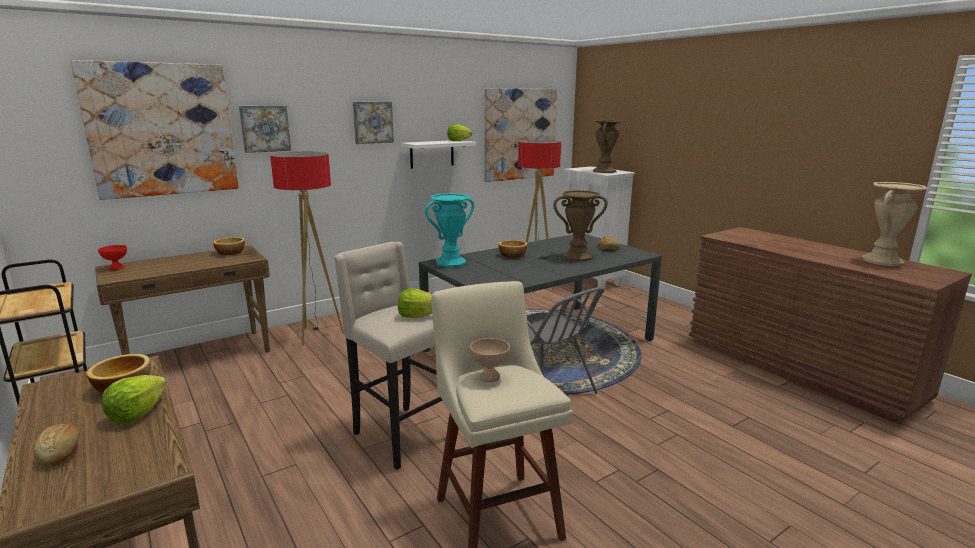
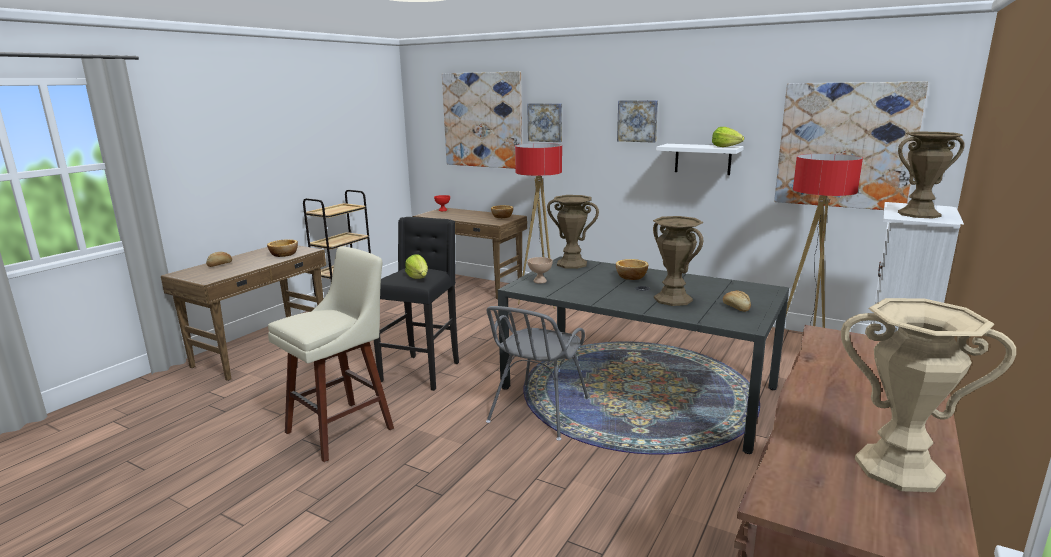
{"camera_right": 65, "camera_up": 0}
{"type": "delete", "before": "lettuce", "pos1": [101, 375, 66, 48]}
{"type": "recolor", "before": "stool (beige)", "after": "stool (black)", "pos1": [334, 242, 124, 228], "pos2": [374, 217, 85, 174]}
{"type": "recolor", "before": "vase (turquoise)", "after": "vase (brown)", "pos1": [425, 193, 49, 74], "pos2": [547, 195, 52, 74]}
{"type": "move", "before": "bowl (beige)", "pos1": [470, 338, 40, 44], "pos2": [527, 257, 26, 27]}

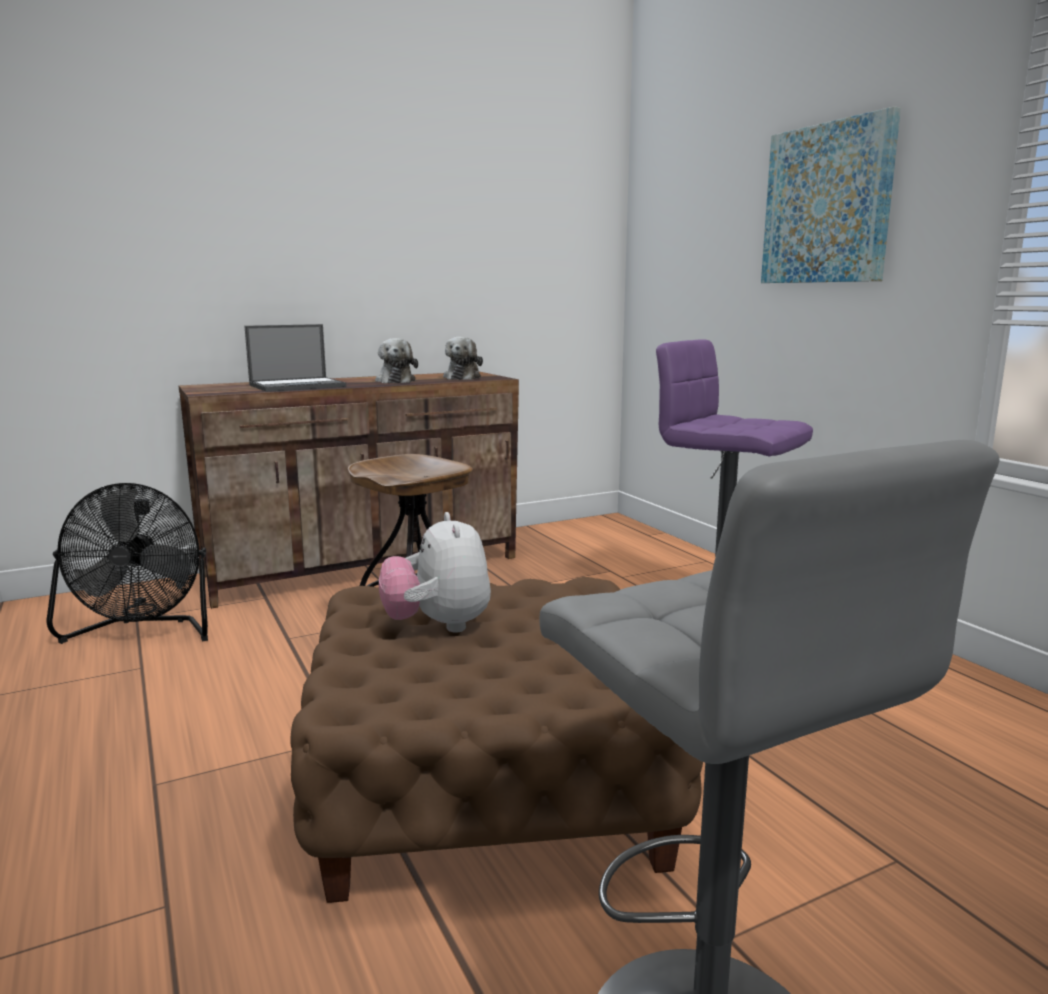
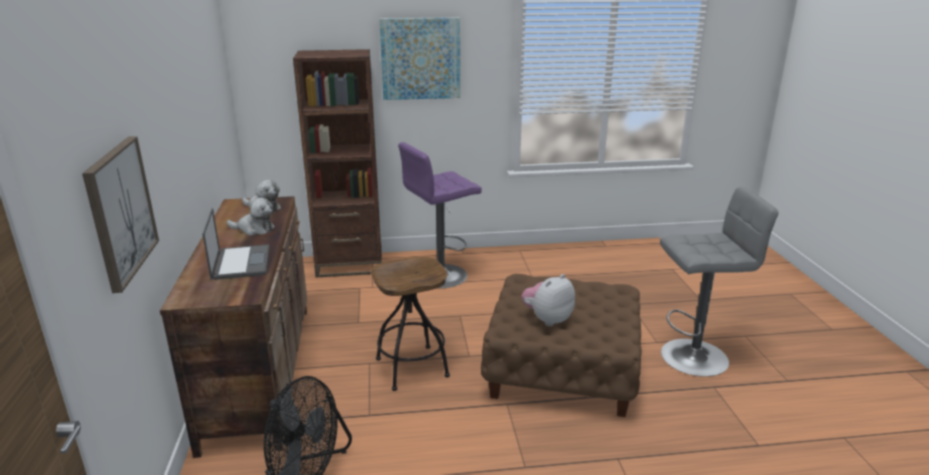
{"camera_right": -70, "camera_up": 10}
{"type": "rotate", "before": "plush toy", "pos1": [379, 512, 112, 121], "pos2": [521, 274, 54, 52], "turn": 135}
{"type": "insert", "after": "picture", "pos2": [82, 136, 77, 157]}
{"type": "insert", "after": "bookcase (brown)", "pos2": [293, 49, 89, 228]}

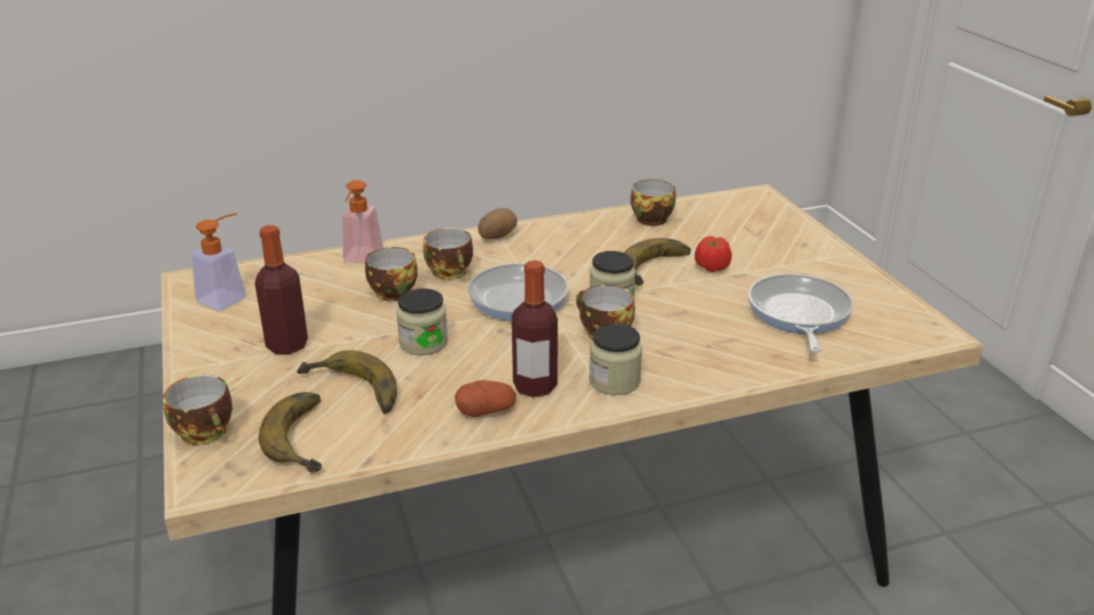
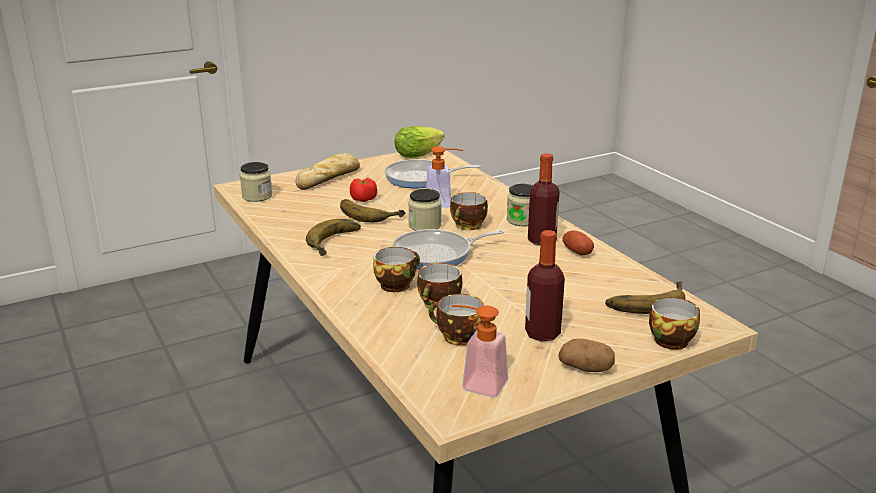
{"camera_right": -100, "camera_up": -5}
{"type": "move", "before": "banana", "pos1": [297, 350, 100, 64], "pos2": [306, 219, 55, 37]}
{"type": "move", "before": "soap dispenser", "pos1": [342, 180, 42, 83], "pos2": [426, 146, 37, 61]}
{"type": "move", "before": "jar", "pos1": [396, 288, 52, 67], "pos2": [240, 162, 32, 40]}
{"type": "move", "before": "potato", "pos1": [478, 208, 39, 31], "pos2": [559, 339, 56, 33]}
{"type": "move", "before": "cup", "pos1": [631, 179, 45, 47], "pos2": [428, 294, 56, 52]}
{"type": "insert", "after": "bread", "pos2": [295, 153, 65, 37]}
{"type": "insert", "after": "lettuce", "pos2": [395, 126, 49, 32]}

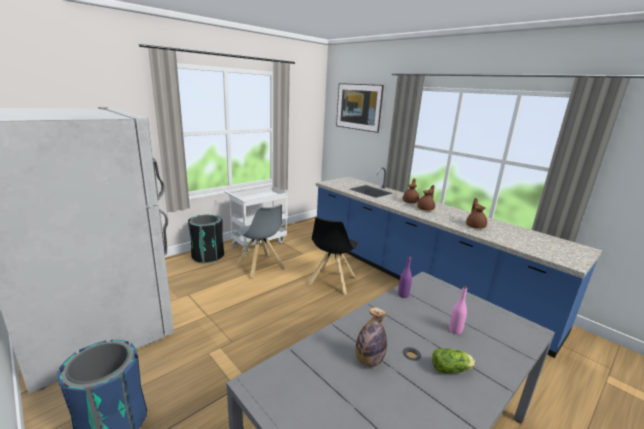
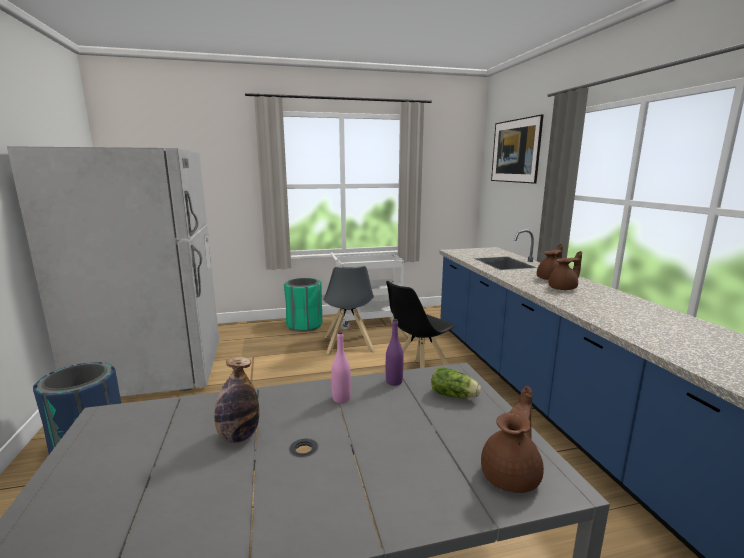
{"camera_right": 30, "camera_up": -5}
{"type": "recolor", "before": "trash can (black)", "after": "trash can (green)", "pos1": [188, 215, 36, 48], "pos2": [284, 278, 39, 54]}
{"type": "move", "before": "lettuce", "pos1": [432, 348, 43, 25], "pos2": [431, 367, 50, 31]}
{"type": "move", "before": "bottle (pink)", "pos1": [449, 286, 18, 48], "pos2": [331, 331, 20, 72]}
{"type": "move", "before": "teapot (brown)", "pos1": [466, 198, 21, 31], "pos2": [481, 386, 63, 107]}

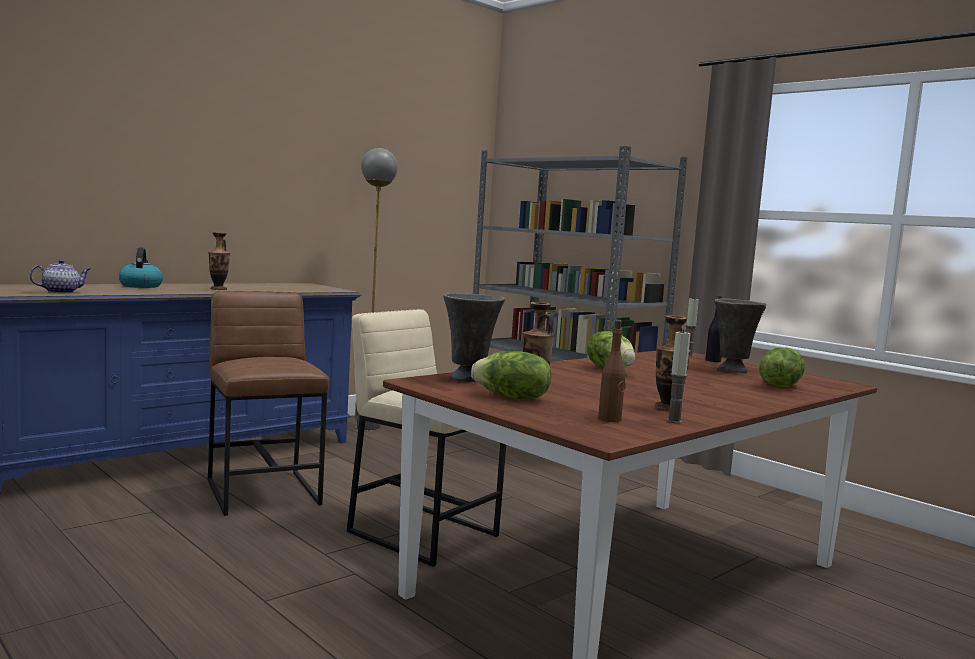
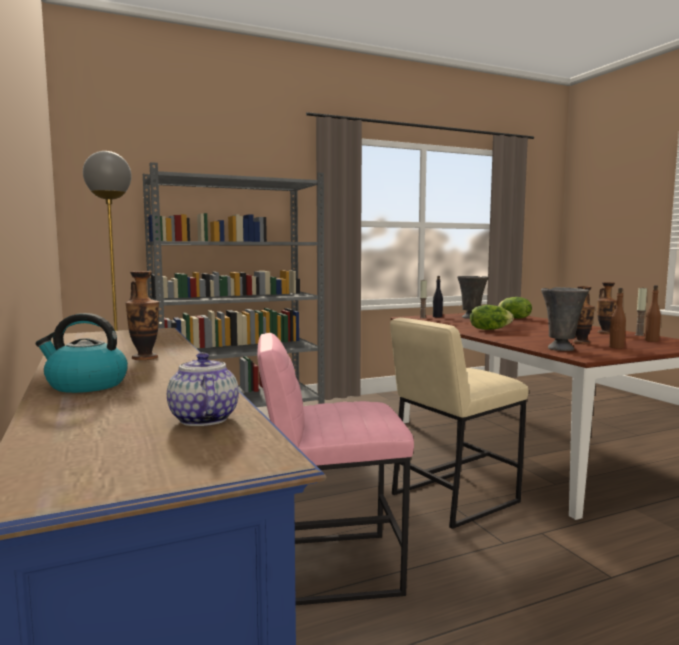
{"camera_right": -70, "camera_up": 0}
{"type": "recolor", "before": "chair (brown)", "after": "chair (pink)", "pos1": [208, 291, 121, 225], "pos2": [257, 333, 157, 272]}
{"type": "replace", "before": "lettuce", "after": "bottle (brown)", "pos1": [471, 351, 80, 48], "pos2": [609, 288, 17, 60]}

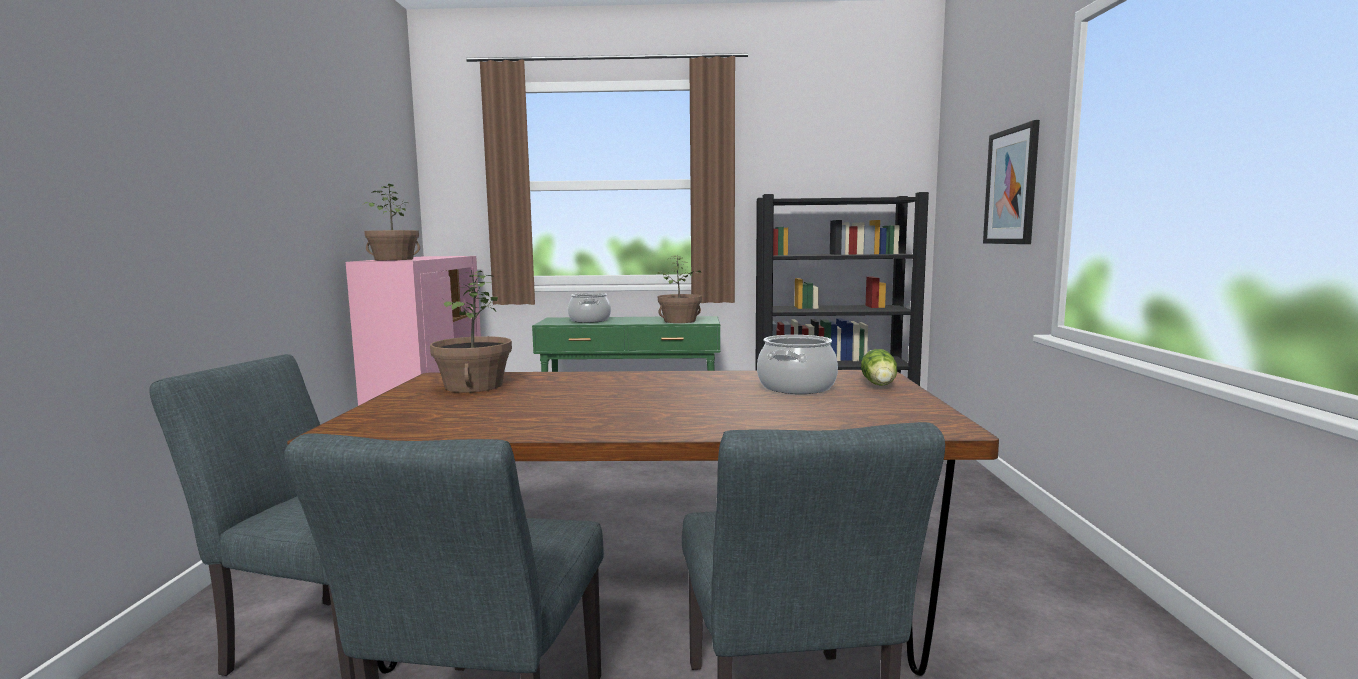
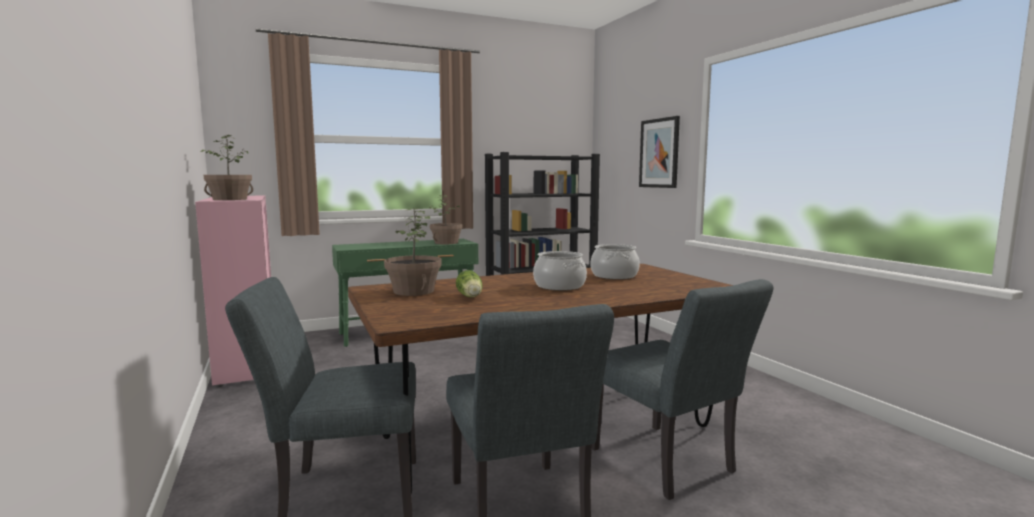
{"camera_right": -25, "camera_up": 0}
{"type": "move", "before": "cooking pot", "pos1": [568, 293, 43, 30], "pos2": [533, 251, 54, 39]}
{"type": "move", "before": "lettuce", "pos1": [861, 349, 36, 37], "pos2": [456, 270, 27, 28]}

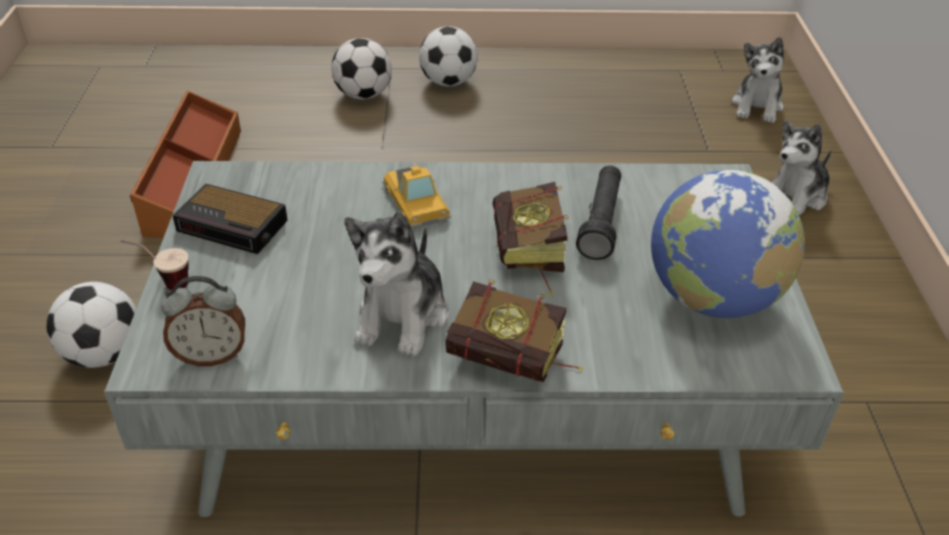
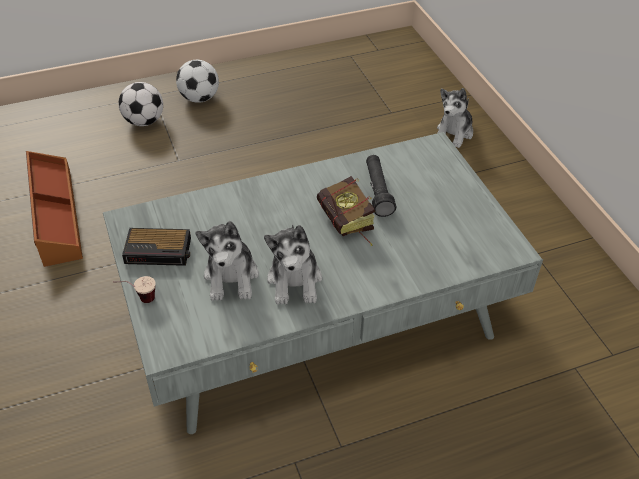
{"camera_right": -20, "camera_up": 5}
{"type": "delete", "before": "football", "pos1": [47, 282, 89, 86]}
{"type": "delete", "before": "alarm clock", "pos1": [161, 276, 84, 90]}
{"type": "delete", "before": "toy car", "pos1": [383, 165, 68, 63]}
{"type": "delete", "before": "book", "pos1": [445, 279, 138, 103]}
{"type": "delete", "before": "globe", "pos1": [651, 170, 154, 148]}
{"type": "move", "before": "plush toy", "pos1": [732, 37, 52, 86], "pos2": [195, 221, 64, 80]}

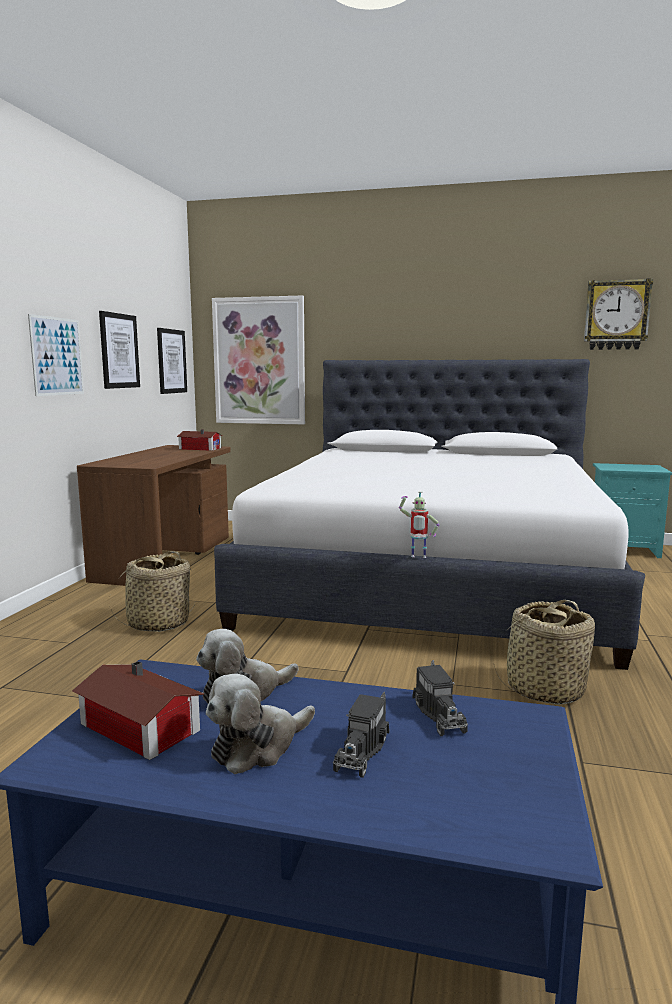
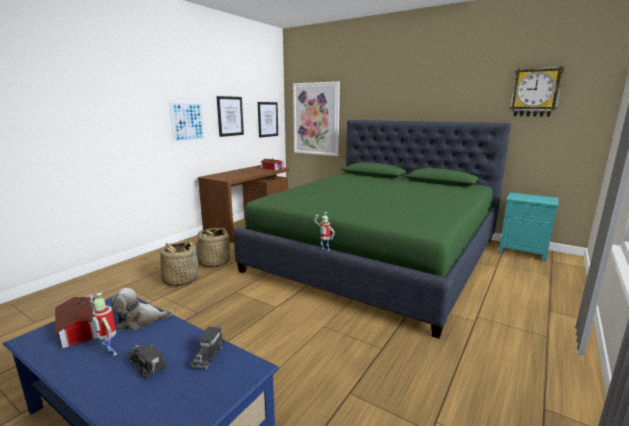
{"camera_right": 20, "camera_up": 5}
{"type": "replace", "before": "plush toy", "after": "toy robot", "pos1": [206, 674, 109, 100], "pos2": [86, 292, 31, 63]}
{"type": "recolor", "before": "bed (white)", "after": "bed (green)", "pos1": [214, 359, 431, 311], "pos2": [233, 120, 278, 219]}
{"type": "rotate", "before": "toy truck", "pos1": [333, 692, 56, 86], "pos2": [129, 345, 38, 34], "turn": 90}
{"type": "move", "before": "basket", "pos1": [494, 600, 101, 105], "pos2": [155, 241, 46, 45]}

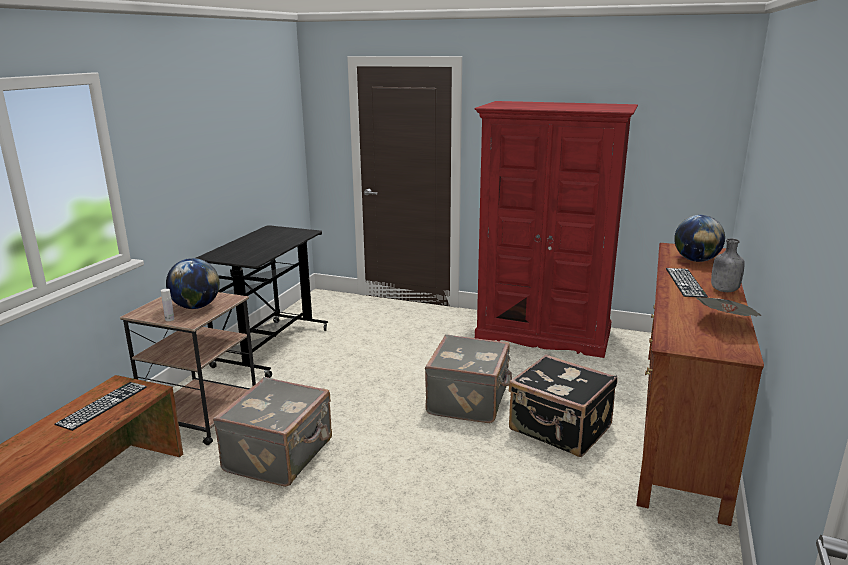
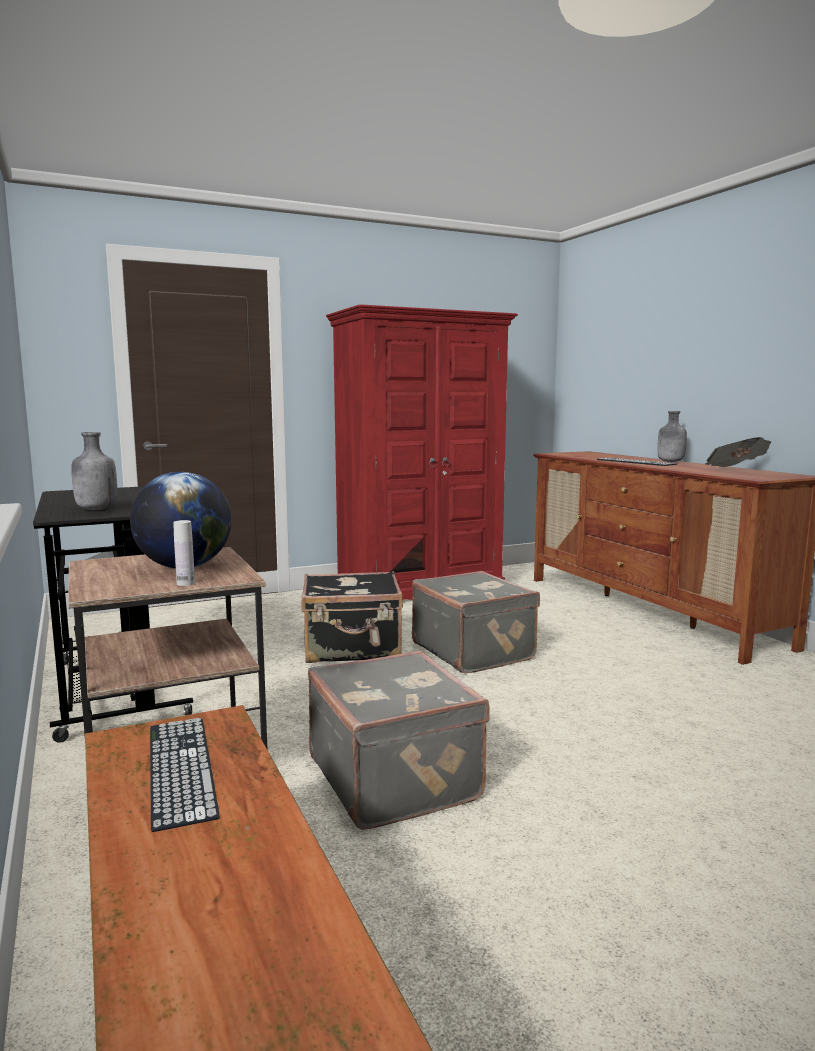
{"camera_right": -45, "camera_up": -10}
{"type": "move", "before": "suitcase (black)", "pos1": [509, 354, 108, 103], "pos2": [301, 571, 102, 92]}
{"type": "delete", "before": "globe", "pos1": [674, 215, 51, 47]}
{"type": "insert", "after": "bottle (grey)", "pos2": [71, 432, 46, 78]}

